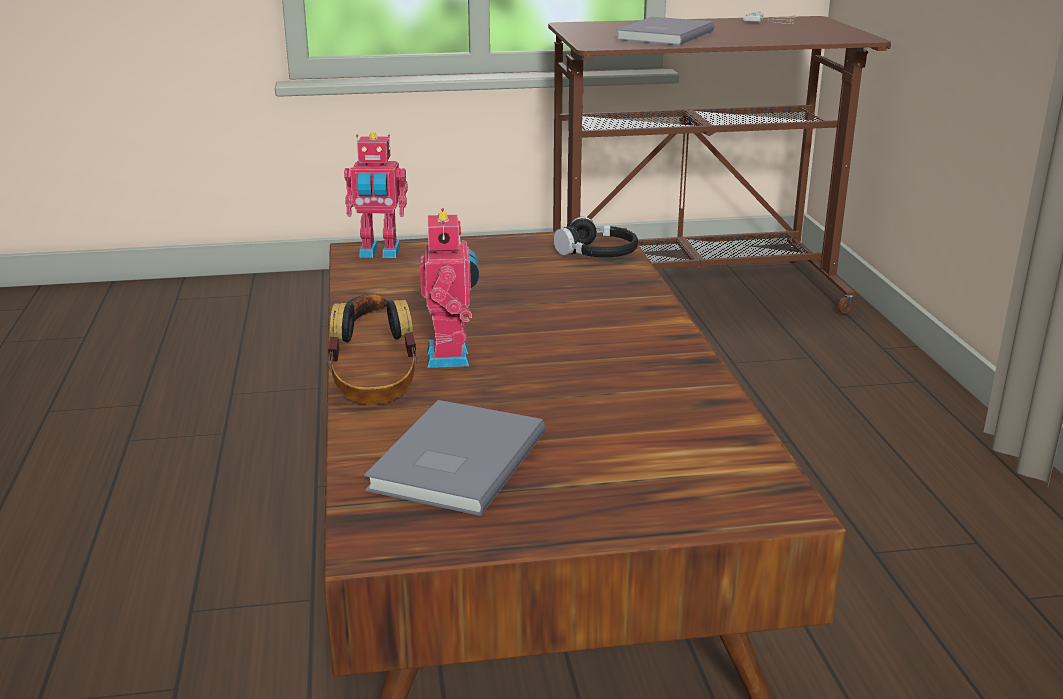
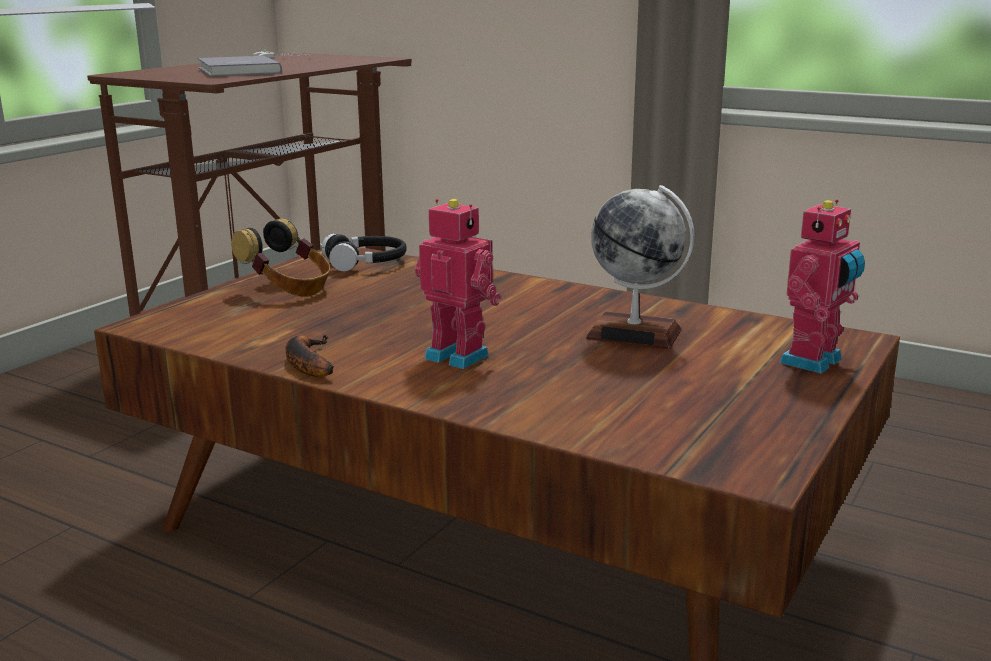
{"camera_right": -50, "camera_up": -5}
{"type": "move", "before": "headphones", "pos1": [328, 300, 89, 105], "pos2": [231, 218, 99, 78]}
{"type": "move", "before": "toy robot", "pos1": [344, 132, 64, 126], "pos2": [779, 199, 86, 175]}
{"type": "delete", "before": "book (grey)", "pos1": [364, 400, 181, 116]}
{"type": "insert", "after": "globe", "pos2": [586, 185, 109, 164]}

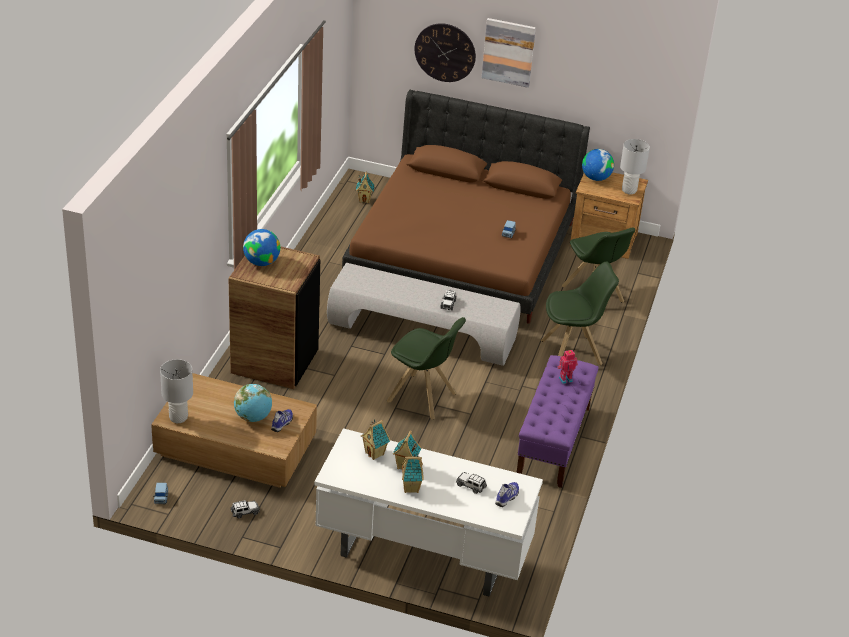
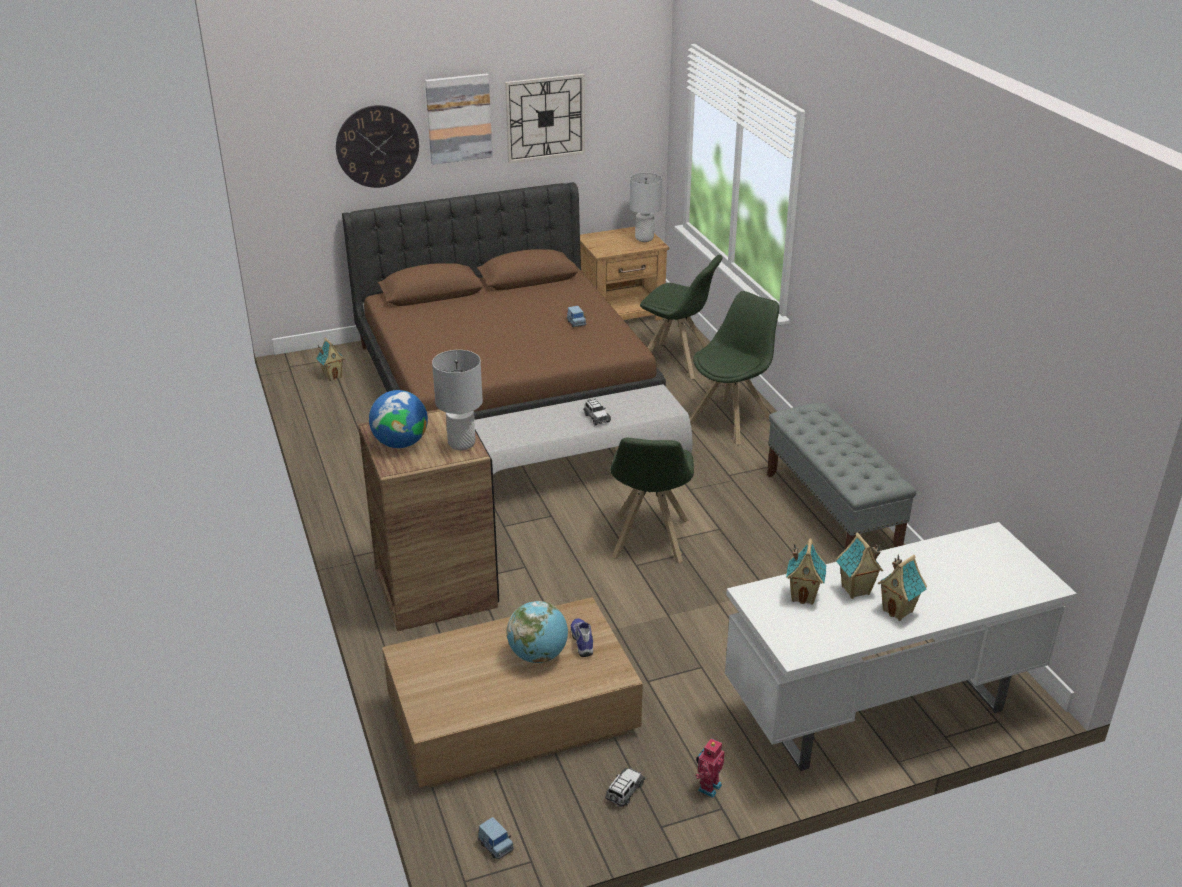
{"camera_right": -35, "camera_up": -5}
{"type": "move", "before": "table lamp (grey)", "pos1": [160, 359, 33, 64], "pos2": [432, 350, 51, 100]}
{"type": "rotate", "before": "chair (green)", "pos1": [387, 317, 79, 103], "pos2": [610, 438, 84, 125], "turn": 105}
{"type": "delete", "before": "toy car", "pos1": [456, 472, 31, 22]}
{"type": "delete", "before": "shoe", "pos1": [495, 482, 24, 25]}
{"type": "recolor", "before": "bench (purple)", "after": "bench (grey)", "pos1": [516, 355, 83, 133], "pos2": [767, 403, 149, 146]}
{"type": "move", "before": "toy robot", "pos1": [557, 350, 21, 34], "pos2": [695, 738, 30, 60]}
{"type": "delete", "before": "globe", "pos1": [582, 149, 32, 32]}
{"type": "insert", "after": "wall clock", "pos2": [505, 74, 80, 89]}

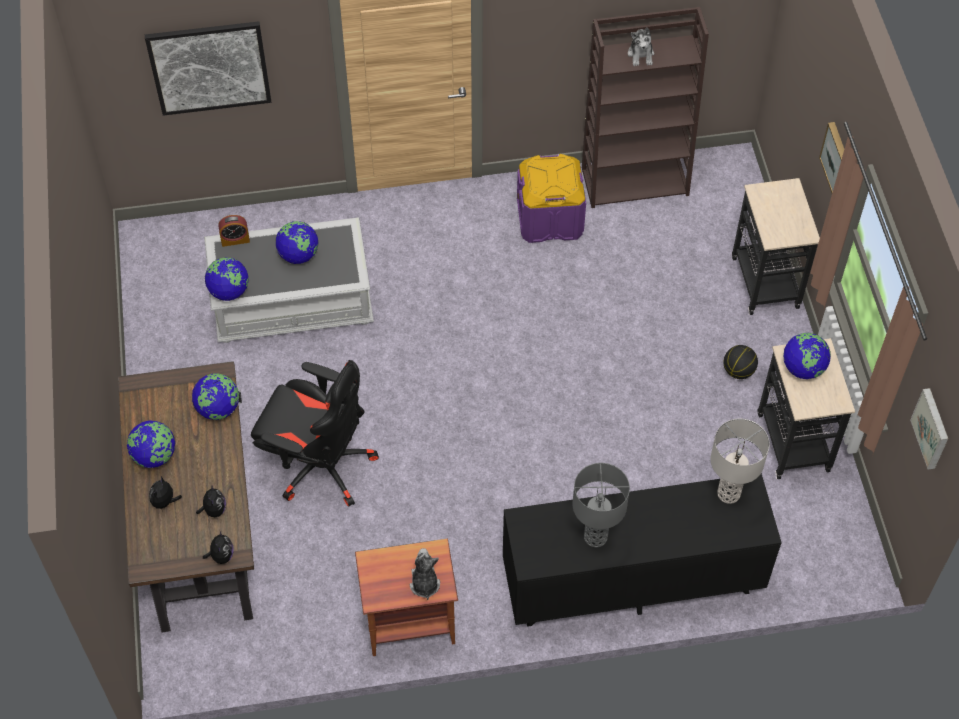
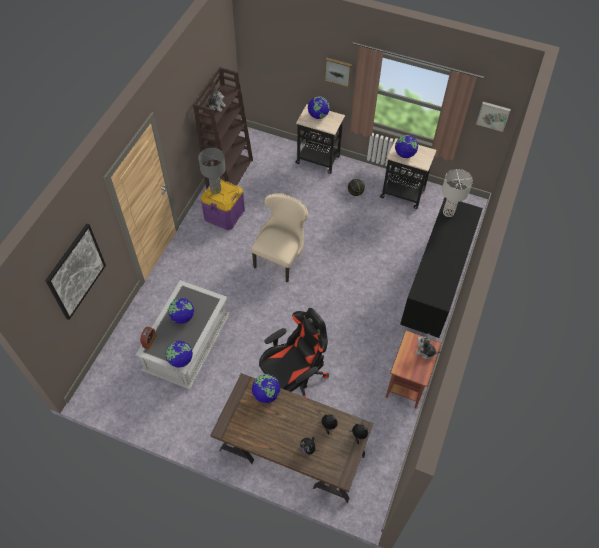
{"camera_right": -60, "camera_up": 0}
{"type": "move", "before": "globe", "pos1": [127, 420, 48, 48], "pos2": [308, 96, 22, 23]}
{"type": "move", "before": "table lamp (grey)", "pos1": [573, 463, 57, 84], "pos2": [198, 148, 28, 46]}
{"type": "insert", "after": "chair (beige)", "pos2": [251, 193, 57, 90]}

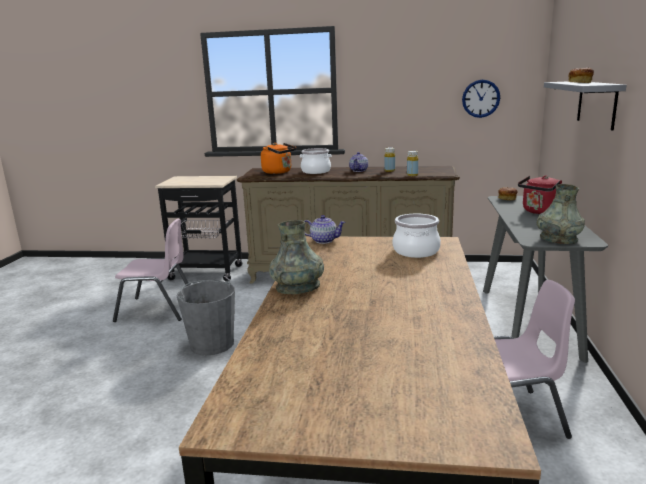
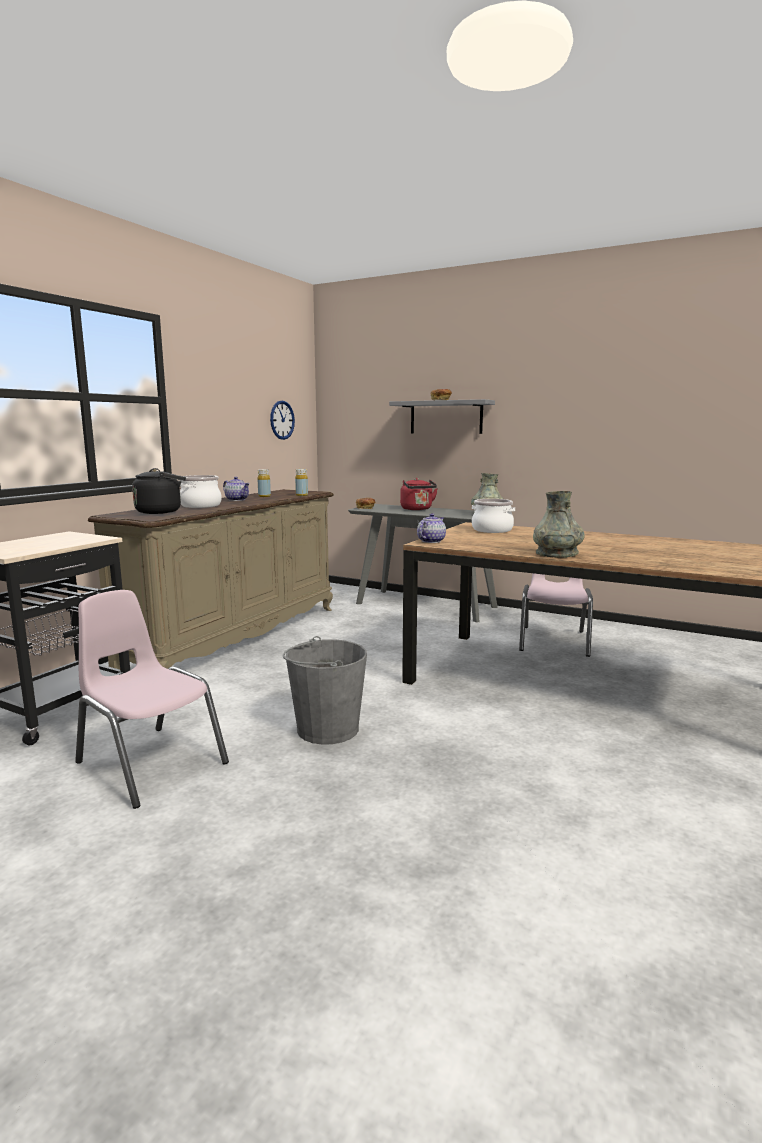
{"camera_right": -70, "camera_up": -5}
{"type": "rotate", "before": "chair (pink)", "pos1": [113, 219, 75, 103], "pos2": [75, 590, 154, 219], "turn": -75}
{"type": "recolor", "before": "kettle (orange)", "after": "kettle (black)", "pos1": [261, 143, 35, 31], "pos2": [132, 468, 54, 46]}

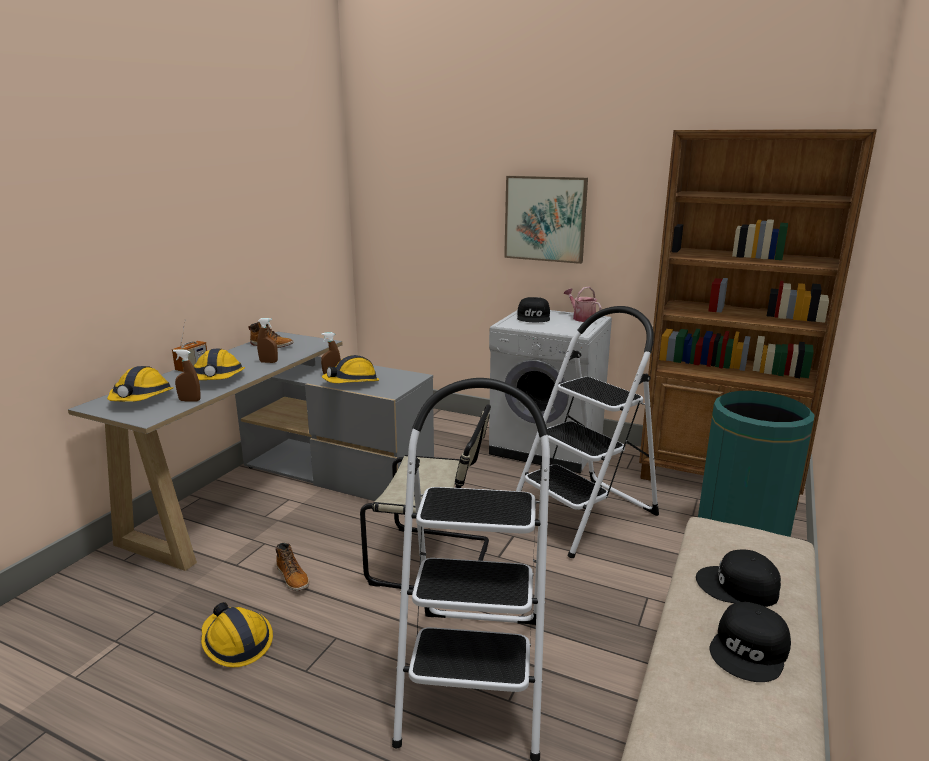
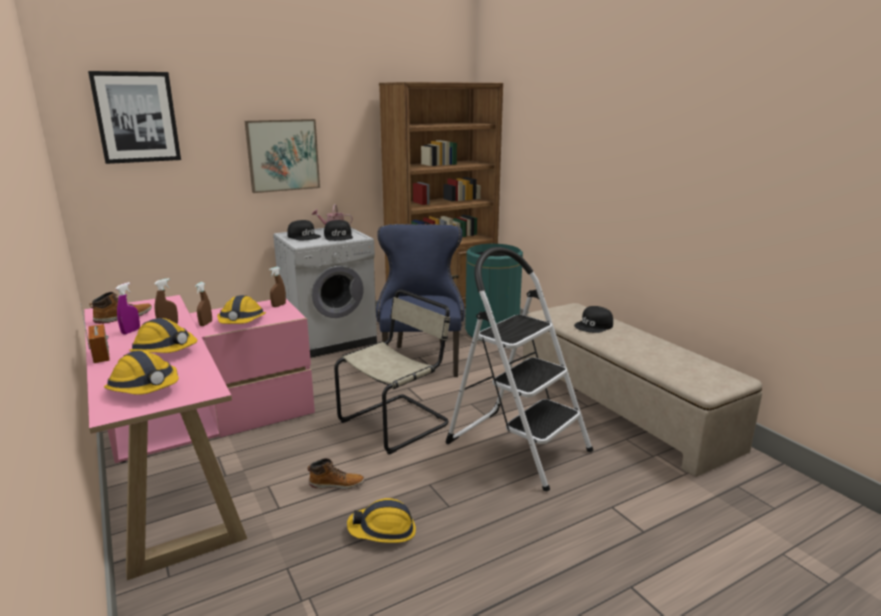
{"camera_right": -55, "camera_up": 0}
{"type": "recolor", "before": "desk (grey)", "after": "desk (pink)", "pos1": [68, 332, 366, 239], "pos2": [84, 295, 231, 285]}
{"type": "move", "before": "spray bottle (brown)", "pos1": [173, 349, 27, 52], "pos2": [269, 267, 17, 40]}
{"type": "replace", "before": "step ladder", "after": "chair (blue)", "pos1": [516, 306, 143, 252], "pos2": [376, 224, 88, 153]}
{"type": "move", "before": "cap (black)", "pos1": [709, 602, 82, 80], "pos2": [324, 220, 29, 21]}
{"type": "insert", "after": "picture", "pos2": [88, 71, 93, 93]}
{"type": "insert", "after": "spray bottle (purple)", "pos2": [116, 282, 24, 53]}

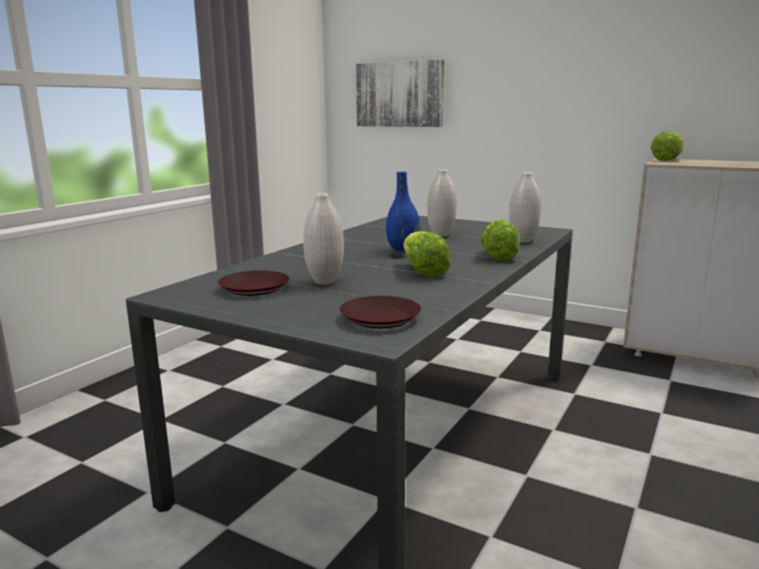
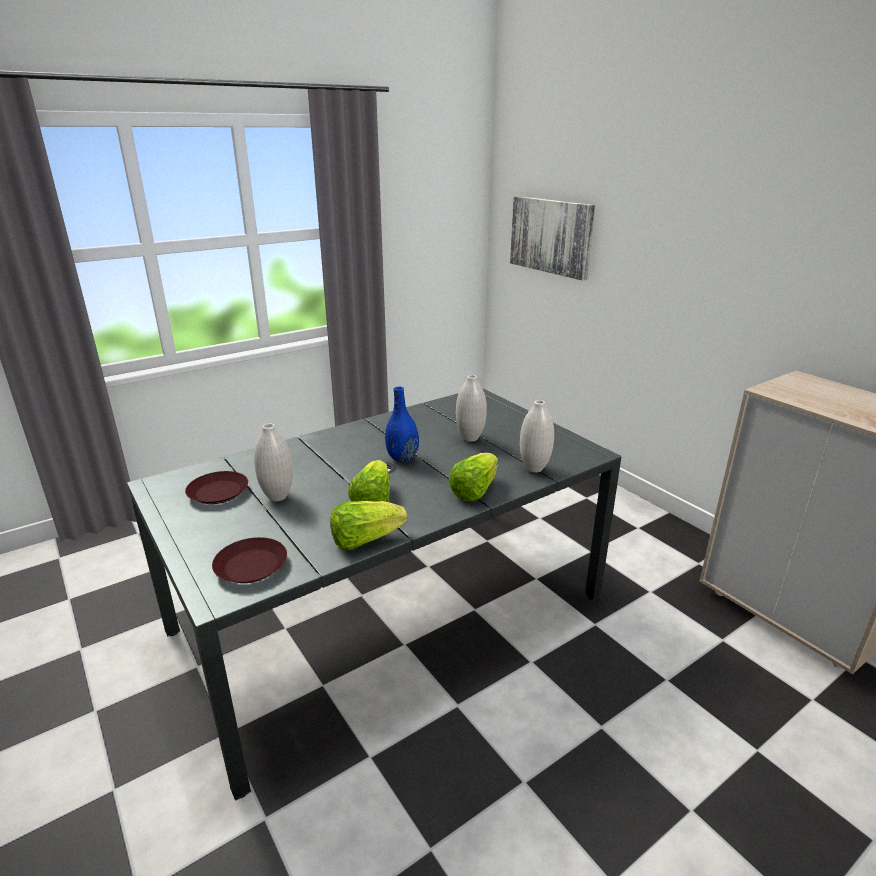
{"camera_right": 25, "camera_up": 10}
{"type": "move", "before": "lettuce", "pos1": [651, 131, 33, 30], "pos2": [330, 501, 77, 49]}

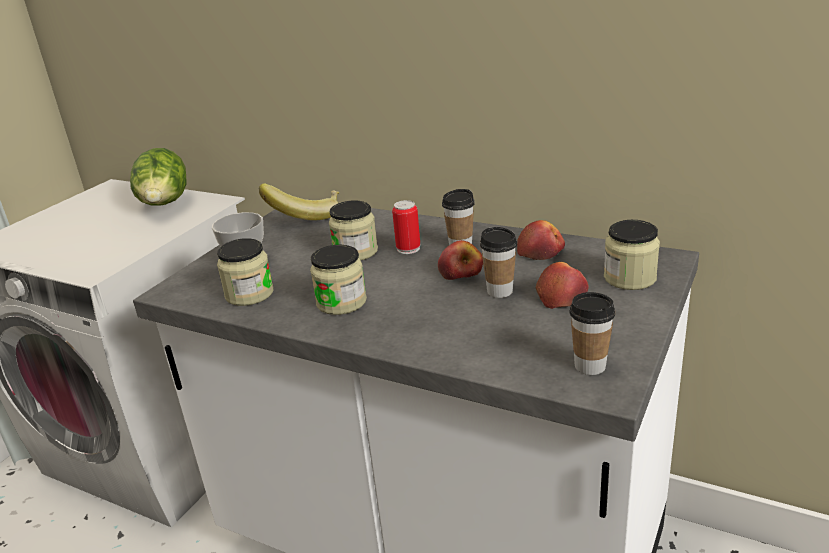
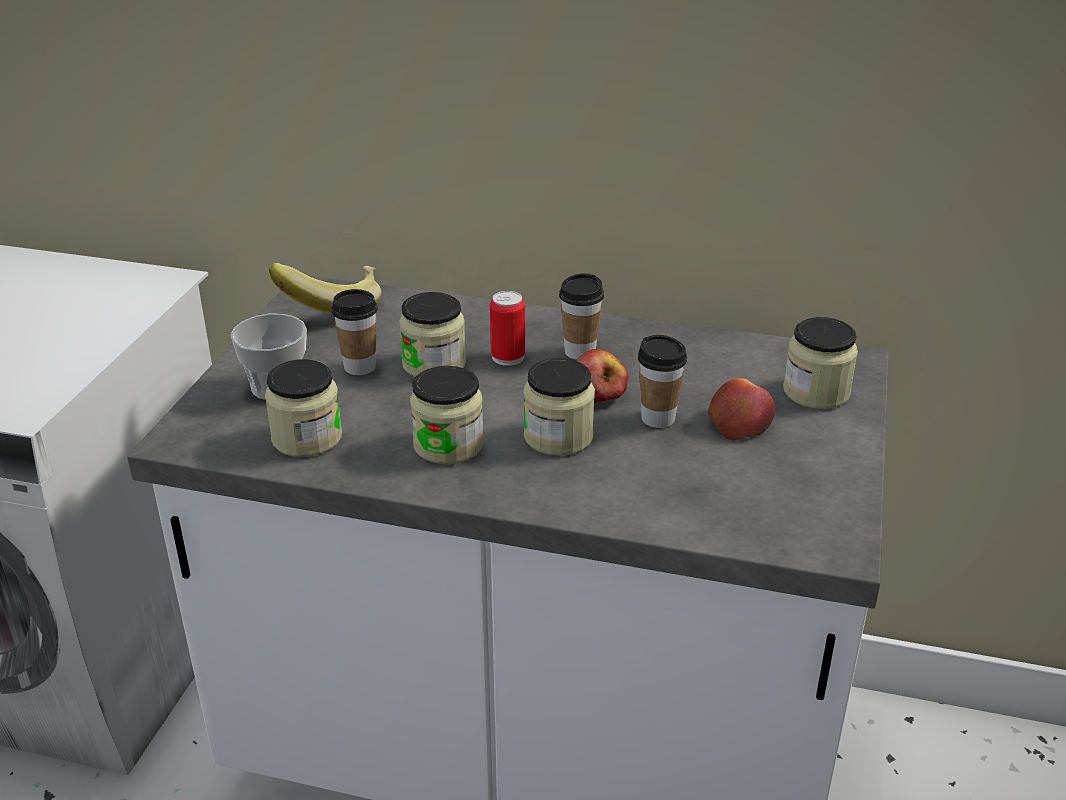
{"camera_right": -15, "camera_up": 5}
{"type": "delete", "before": "lettuce", "pos1": [130, 148, 57, 57]}
{"type": "delete", "before": "apple", "pos1": [517, 220, 48, 40]}
{"type": "move", "before": "cup", "pos1": [570, 292, 45, 83], "pos2": [332, 289, 46, 86]}
{"type": "insert", "after": "jar", "pos2": [523, 358, 72, 98]}

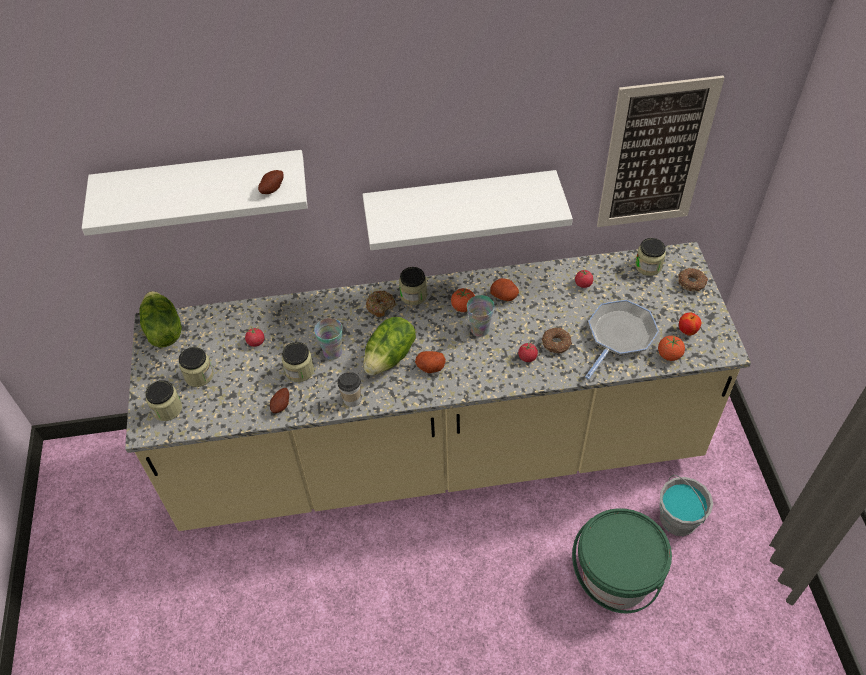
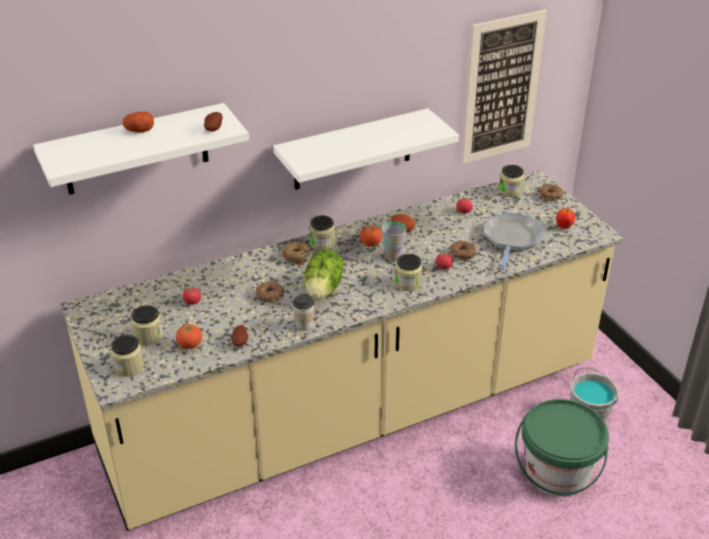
{"camera_right": -20, "camera_up": -15}
{"type": "delete", "before": "lettuce", "pos1": [139, 291, 43, 57]}
{"type": "move", "before": "jar", "pos1": [282, 342, 32, 40], "pos2": [395, 254, 28, 37]}
{"type": "replace", "before": "cup", "after": "donut", "pos1": [314, 318, 29, 42], "pos2": [256, 281, 28, 22]}
{"type": "move", "before": "potato", "pos1": [415, 351, 31, 22], "pos2": [123, 111, 31, 22]}
{"type": "move", "before": "tomato", "pos1": [658, 336, 27, 25], "pos2": [176, 324, 26, 25]}

